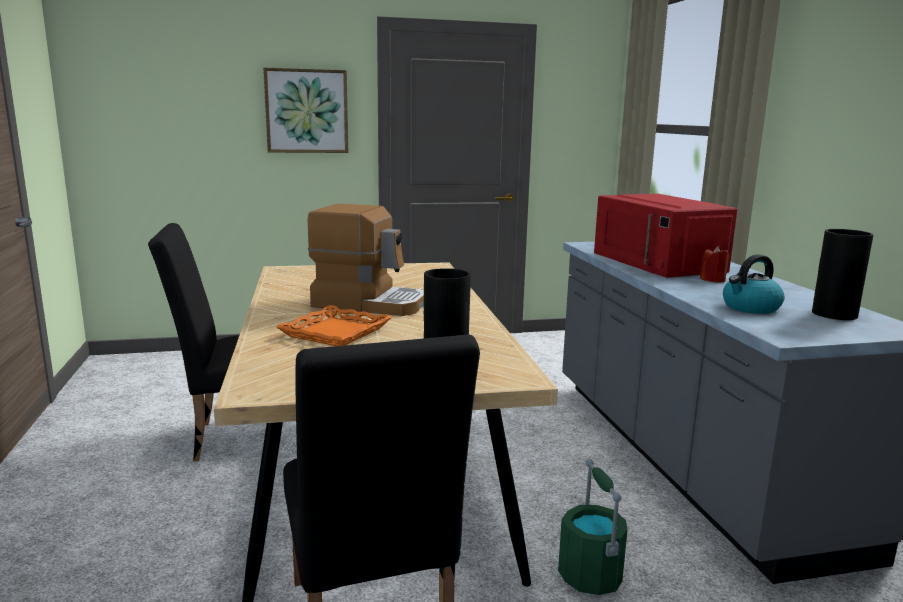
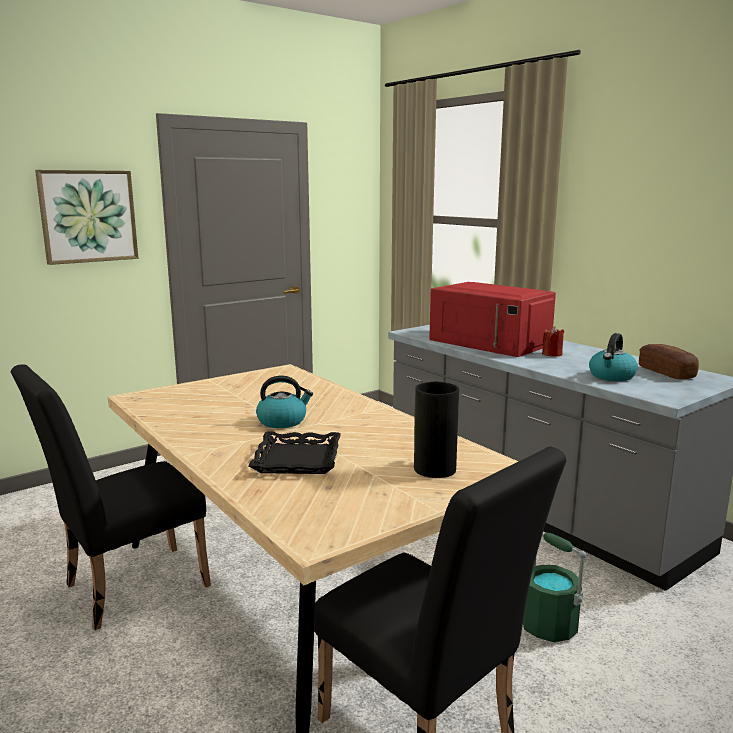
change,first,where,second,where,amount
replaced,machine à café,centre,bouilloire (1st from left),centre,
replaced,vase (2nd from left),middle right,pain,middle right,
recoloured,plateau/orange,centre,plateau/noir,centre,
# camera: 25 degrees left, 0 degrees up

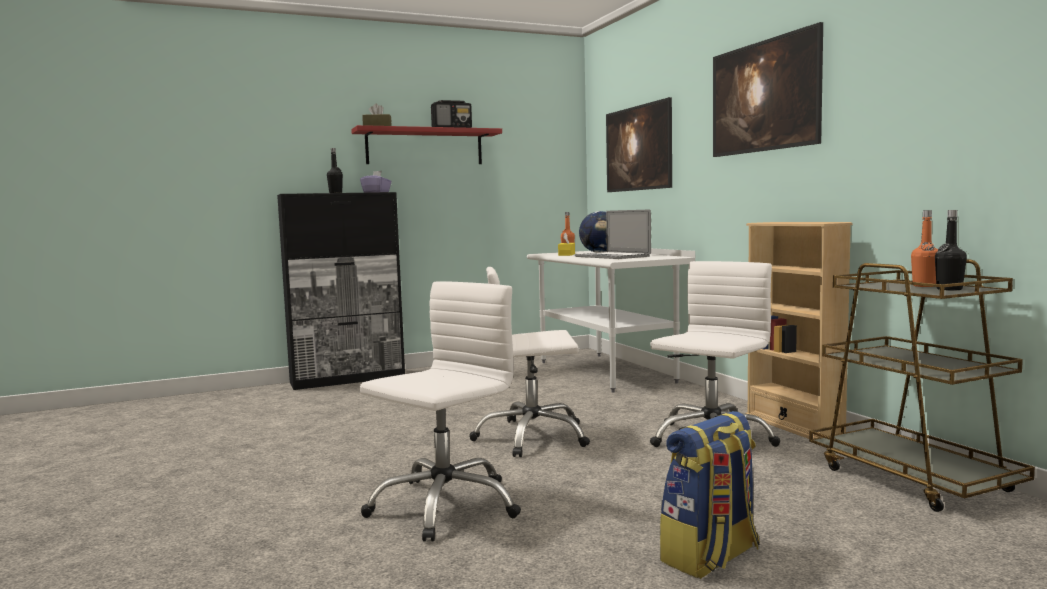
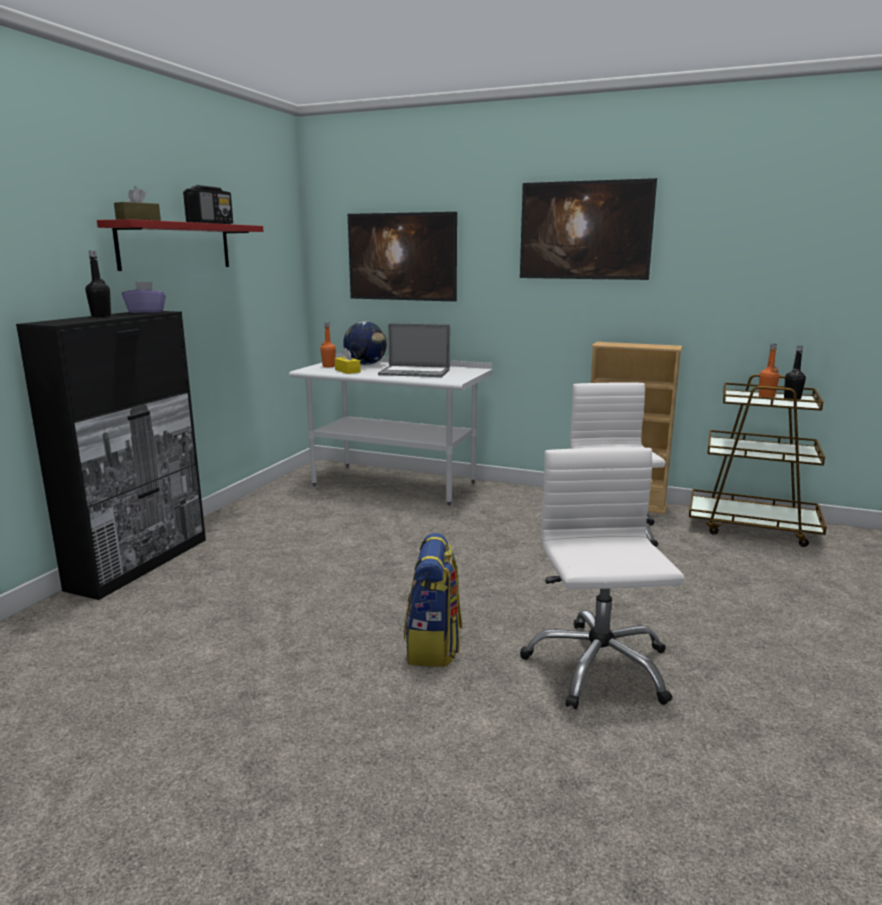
change,first,where,second,where,amount
removed,chaise de bureau/blanc (2nd from left),centre,,,
moved,sac à dos,bottom right,,centre,
# camera: 45 degrees left, 10 degrees up

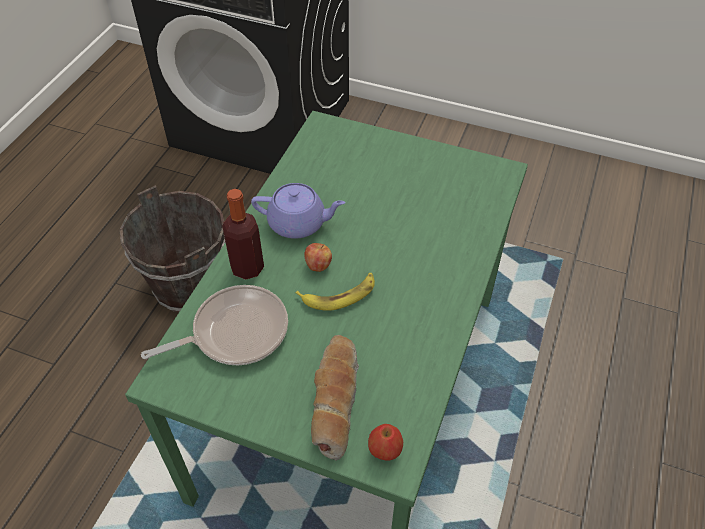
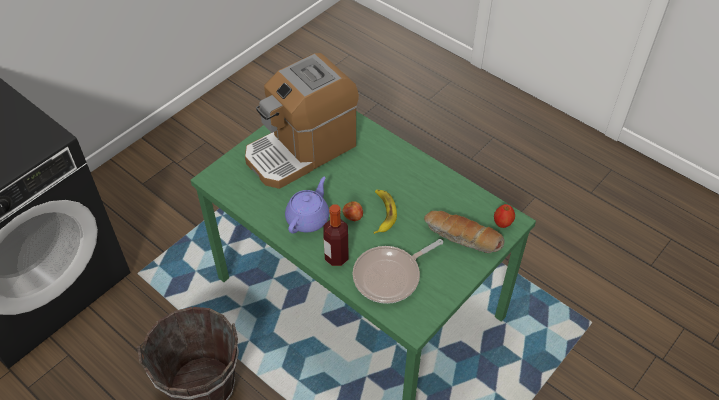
change,first,where,second,where,amount
added,,,machine à café,top centre,
turned,poêle,middle left,,bottom centre,120 degrees counterclockwise
# camera: 70 degrees left, 0 degrees up

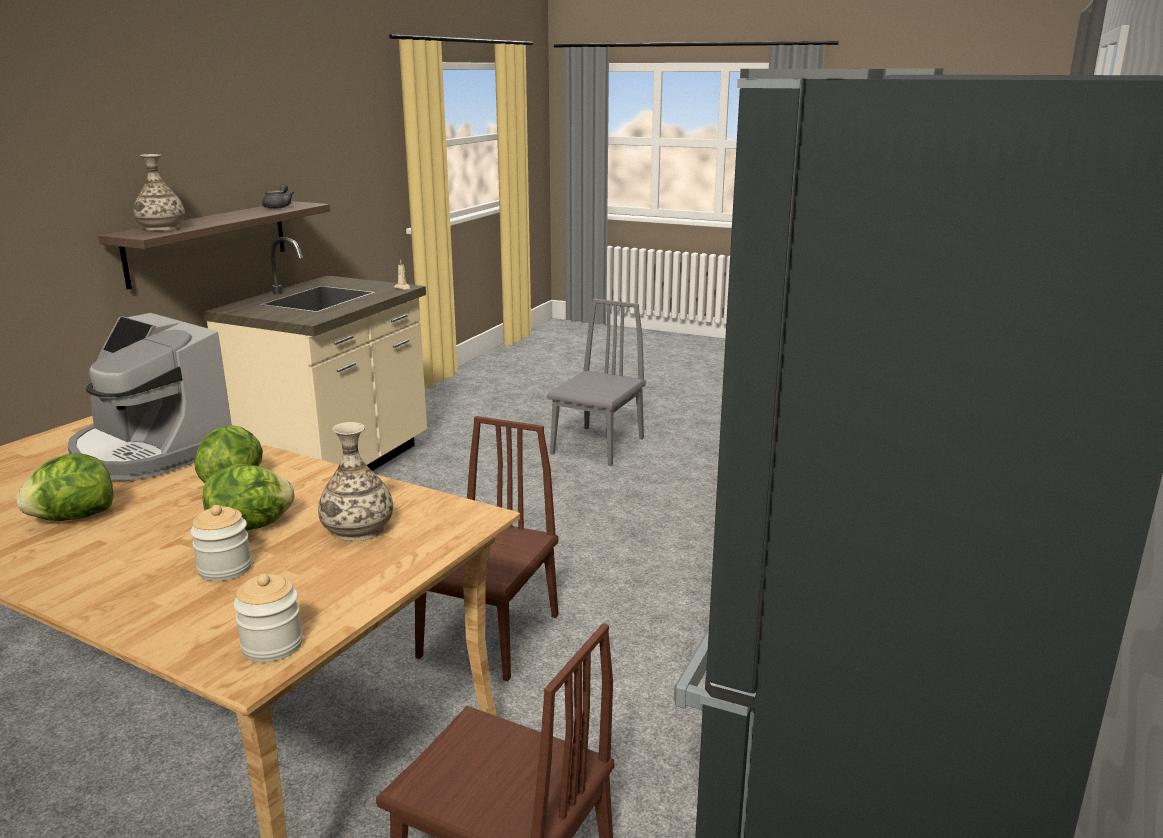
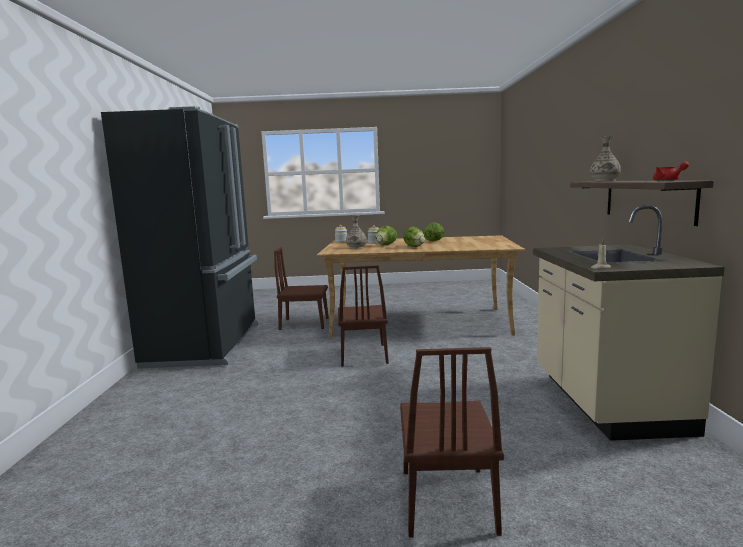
change,first,where,second,where,amount
removed,machine à café,middle left,,,
recoloured,théière/gris,top left,théière/rouge,top right,
recoloured,chaise/gris,centre,chaise/marron (3rd from left),bottom centre,
# camera: 155 degrees right, 10 degrees down

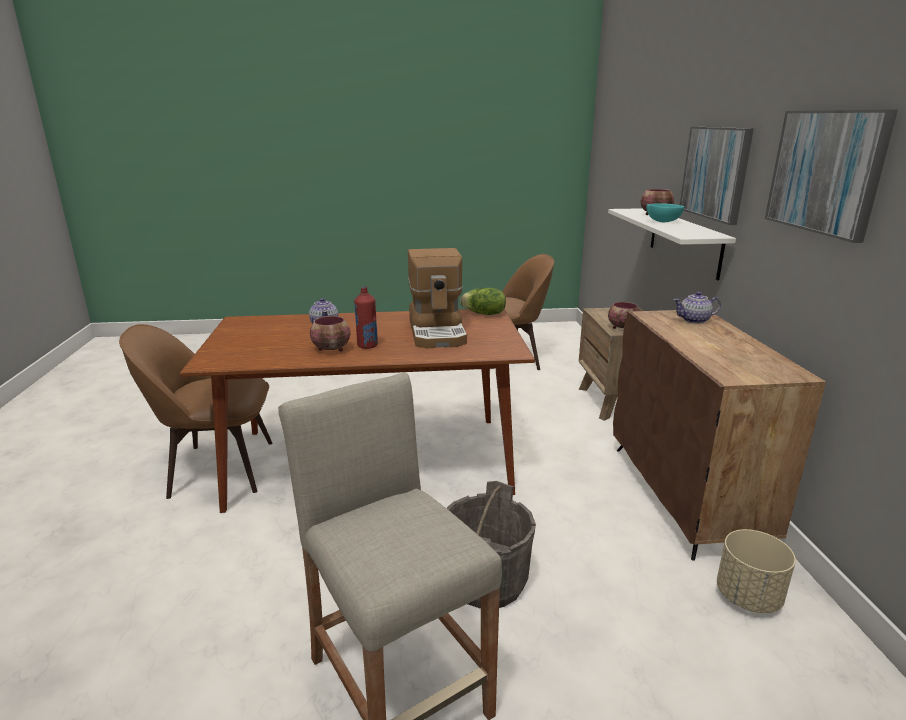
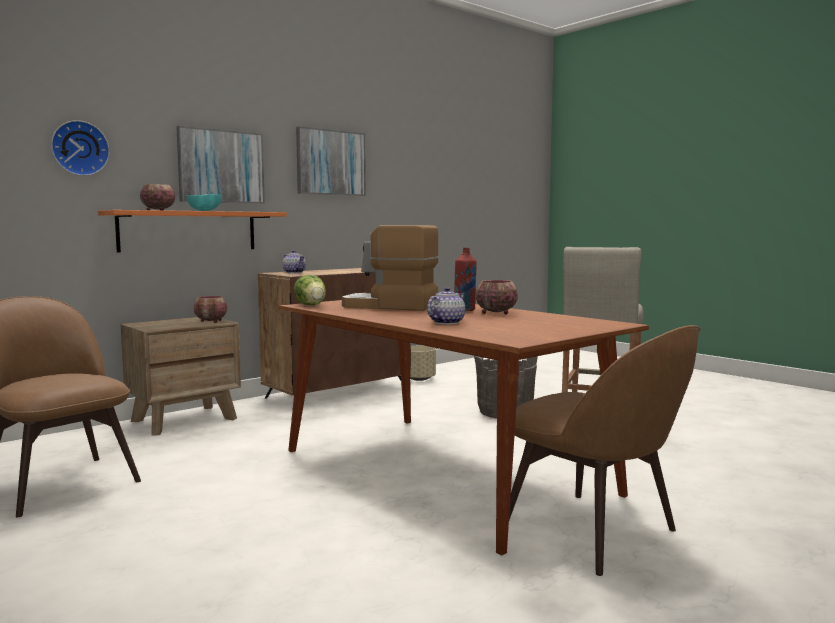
change,first,where,second,where,amount
added,,,horloge murale,top left,
recoloured,étagère/blanc,middle right,étagère/orange,middle left,
turned,machine à café,centre,,centre,120 degrees counterclockwise
# camera: 125 degrees left, 15 degrees down

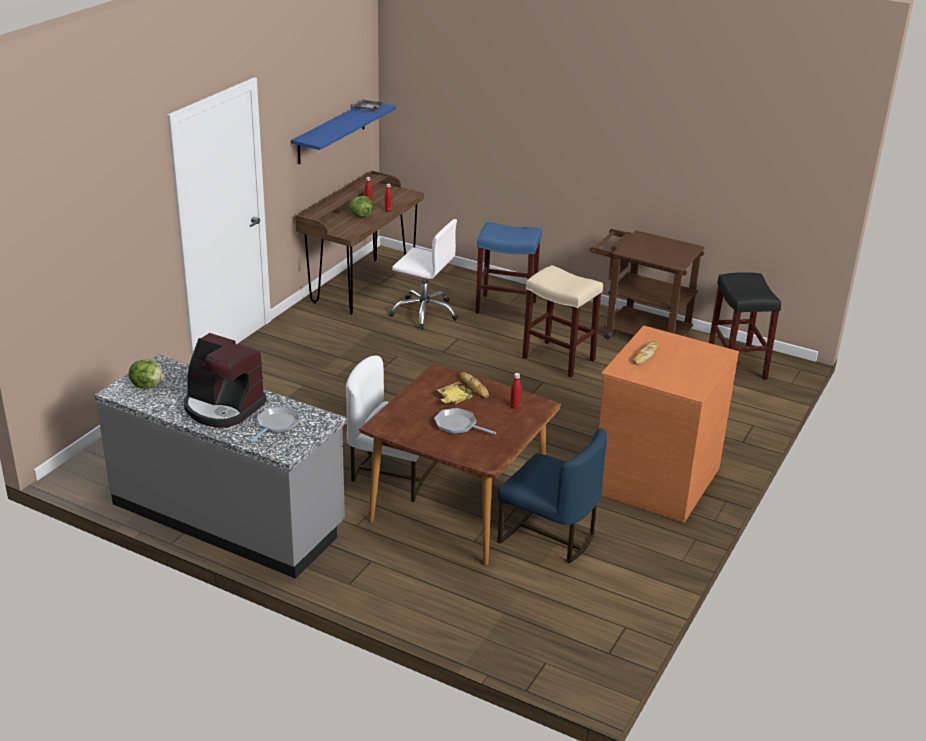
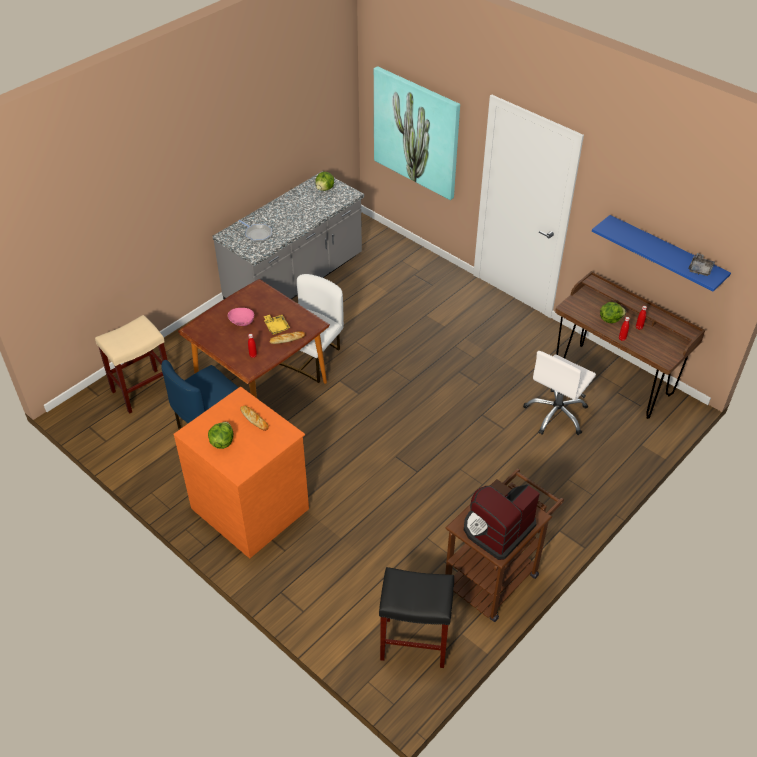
change,first,where,second,where,amount
removed,tabouret/bleu,centre,,,
added,,,laitue (1st from left),middle left,
added,,,tableau,top centre,
moved,machine à café,middle left,,bottom centre,
moved,tabouret/beige,centre,,middle left,
replaced,poêle (2nd from left),centre,bol/rose,middle left,
# camera: 105 degrees right, 15 degrees up

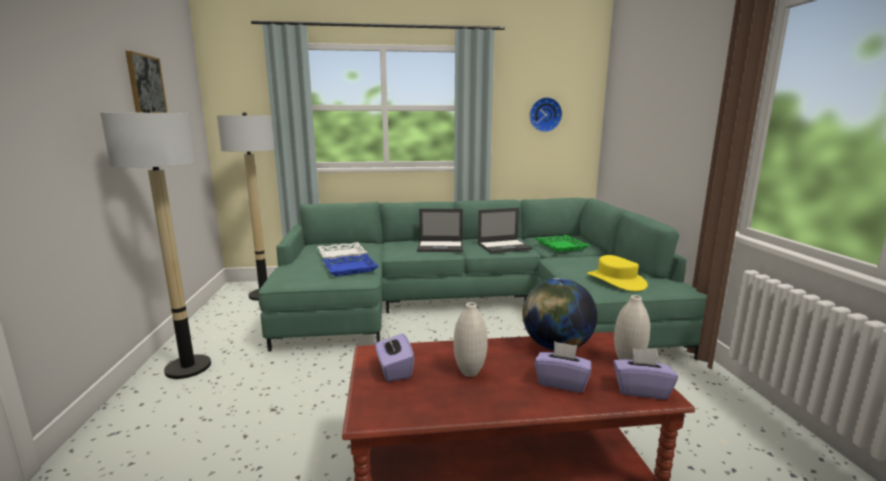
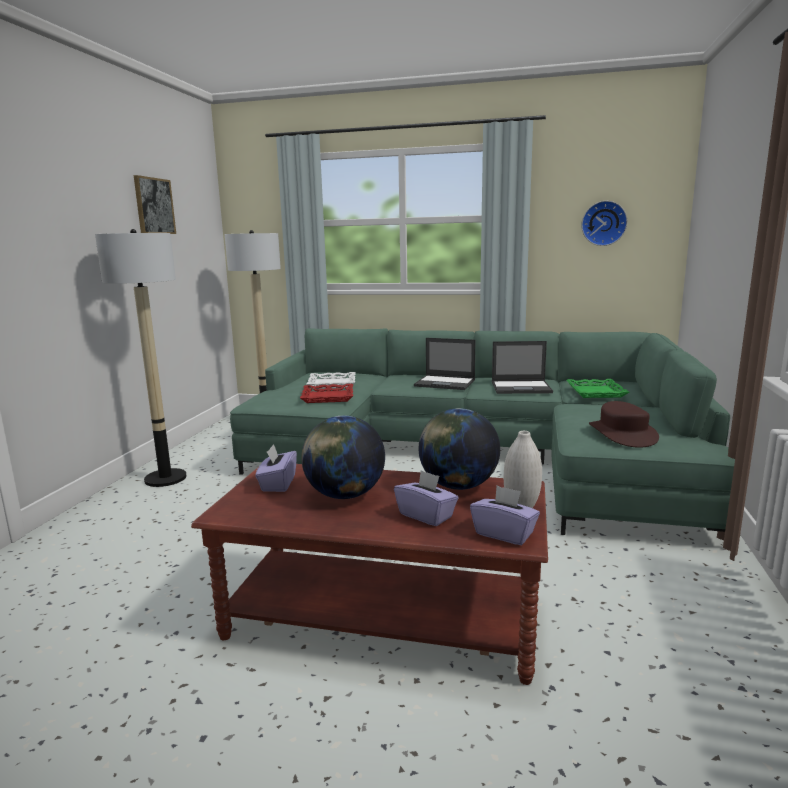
change,first,where,second,where,amount
replaced,vase/blanc (1st from left),bottom centre,globe (1st from left),centre,
recoloured,plateau/bleu,centre,plateau/rouge,centre,
recoloured,chapeau/jaune,middle right,chapeau/marron,middle right,
# camera: 20 degrees right, 0 degrees up

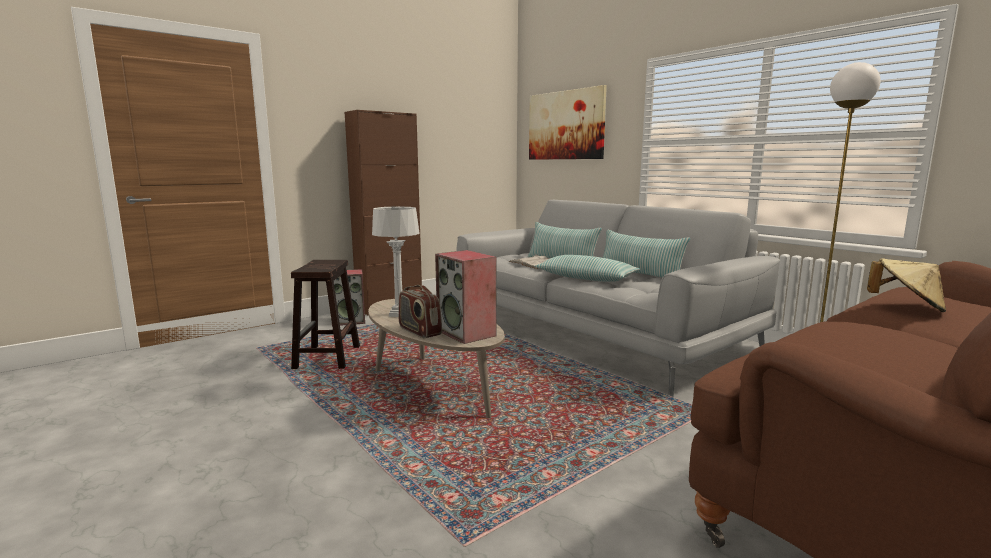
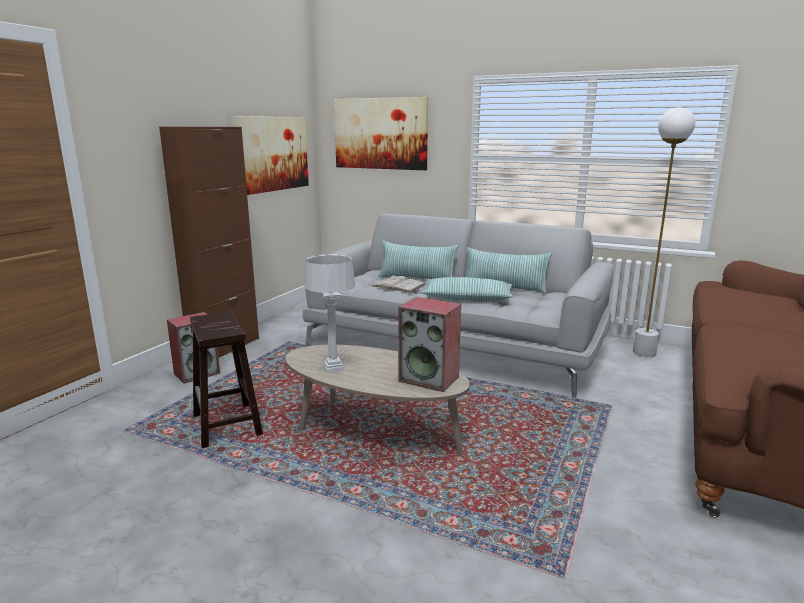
change,first,where,second,where,amount
removed,radio,centre,,,
removed,chapeau/beige,middle right,,,
added,,,tableau (1st from left),top centre,
# camera: 25 degrees left, 5 degrees up

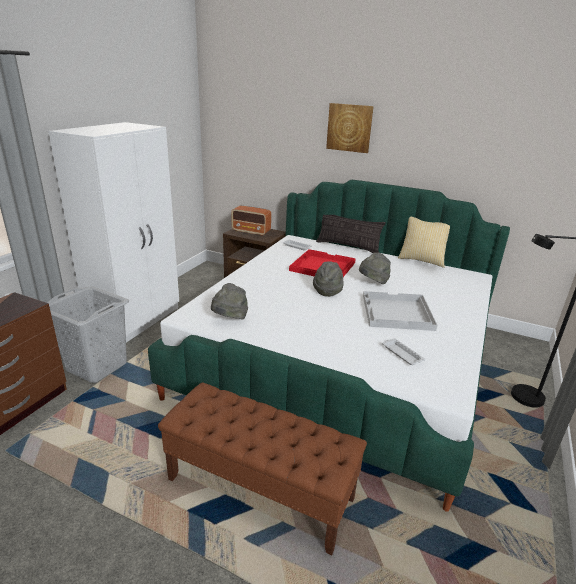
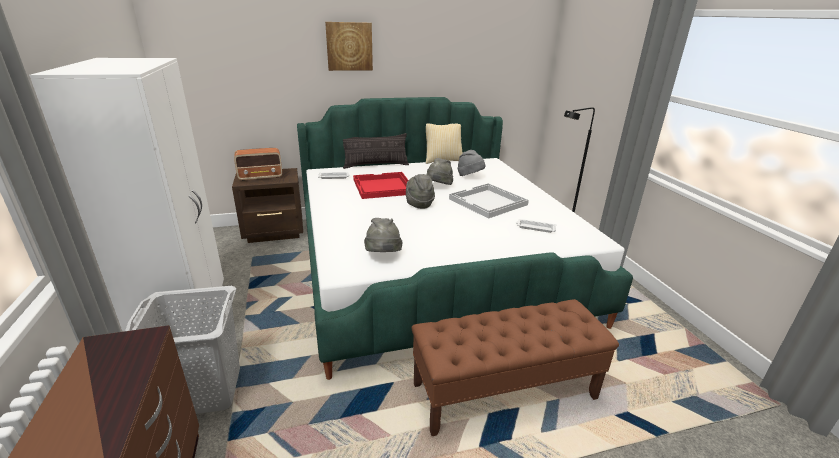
change,first,where,second,where,amount
added,,,chapeau/gris (4th from left),centre,
# camera: 40 degrees left, 0 degrees up

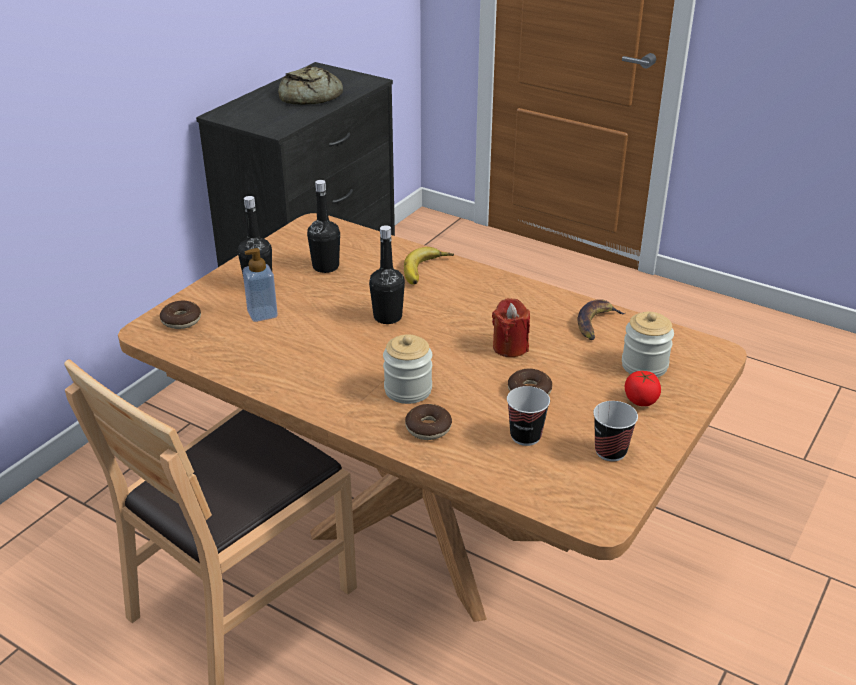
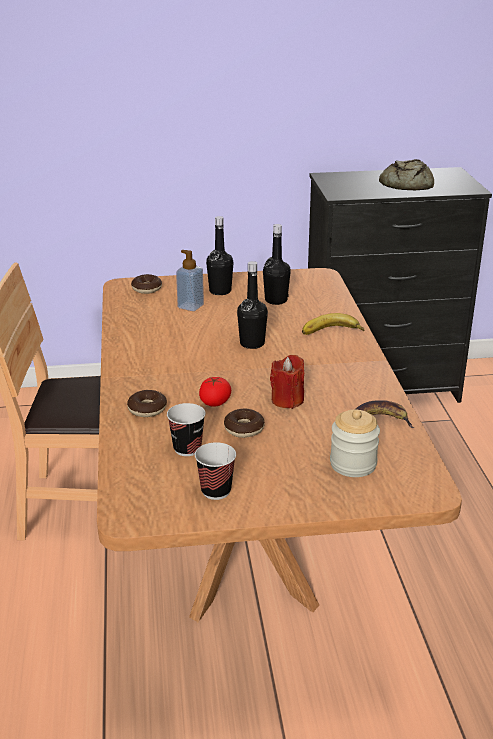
change,first,where,second,where,amount
removed,bocal (1st from left),centre,,,
moved,tomate,middle right,,centre,
# camera: 50 degrees right, 5 degrees down

